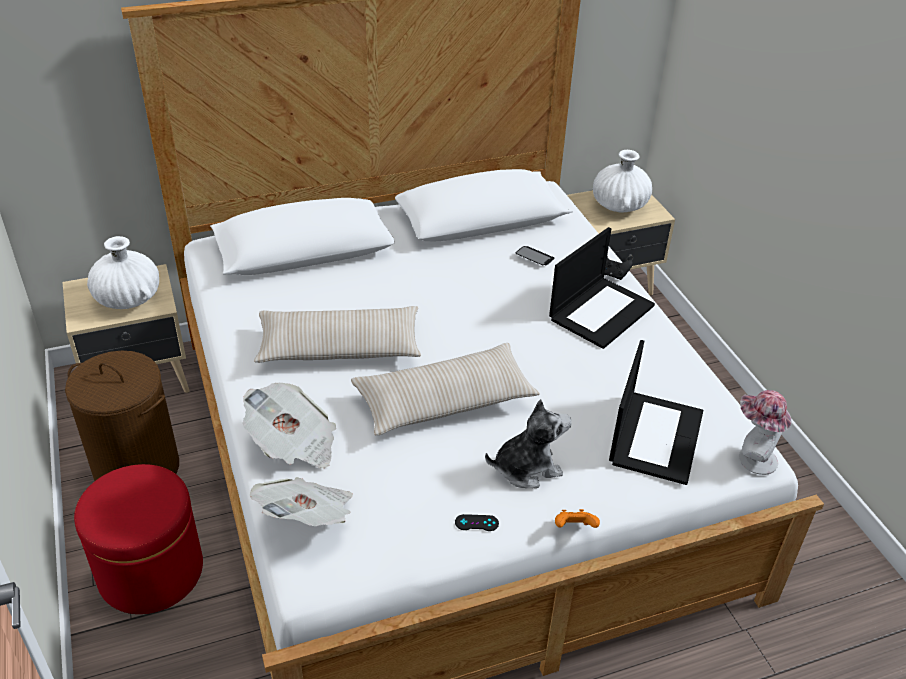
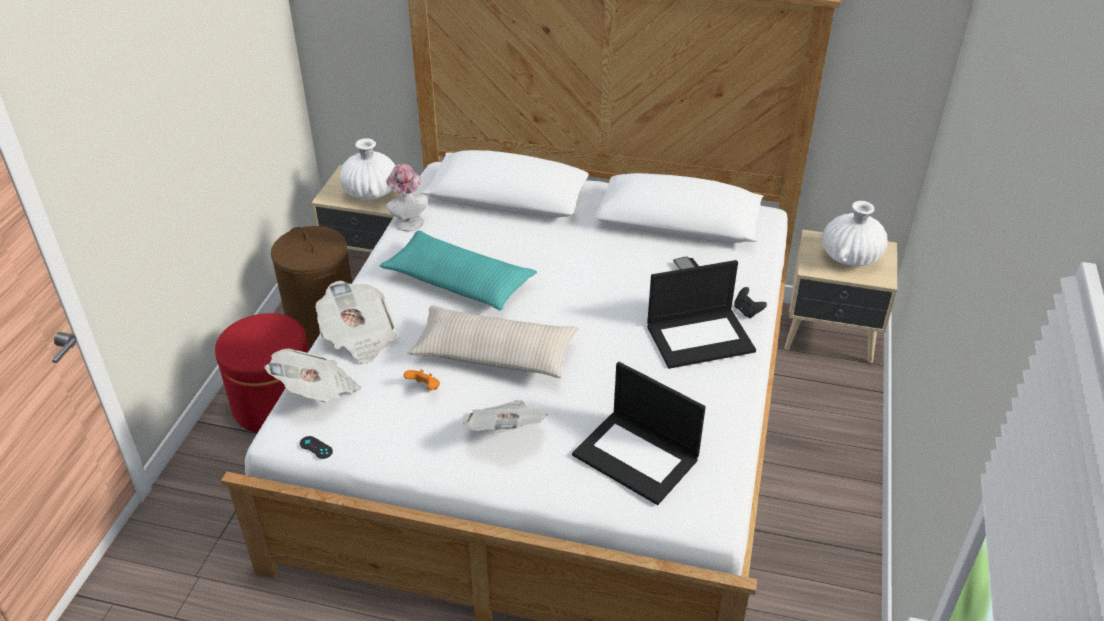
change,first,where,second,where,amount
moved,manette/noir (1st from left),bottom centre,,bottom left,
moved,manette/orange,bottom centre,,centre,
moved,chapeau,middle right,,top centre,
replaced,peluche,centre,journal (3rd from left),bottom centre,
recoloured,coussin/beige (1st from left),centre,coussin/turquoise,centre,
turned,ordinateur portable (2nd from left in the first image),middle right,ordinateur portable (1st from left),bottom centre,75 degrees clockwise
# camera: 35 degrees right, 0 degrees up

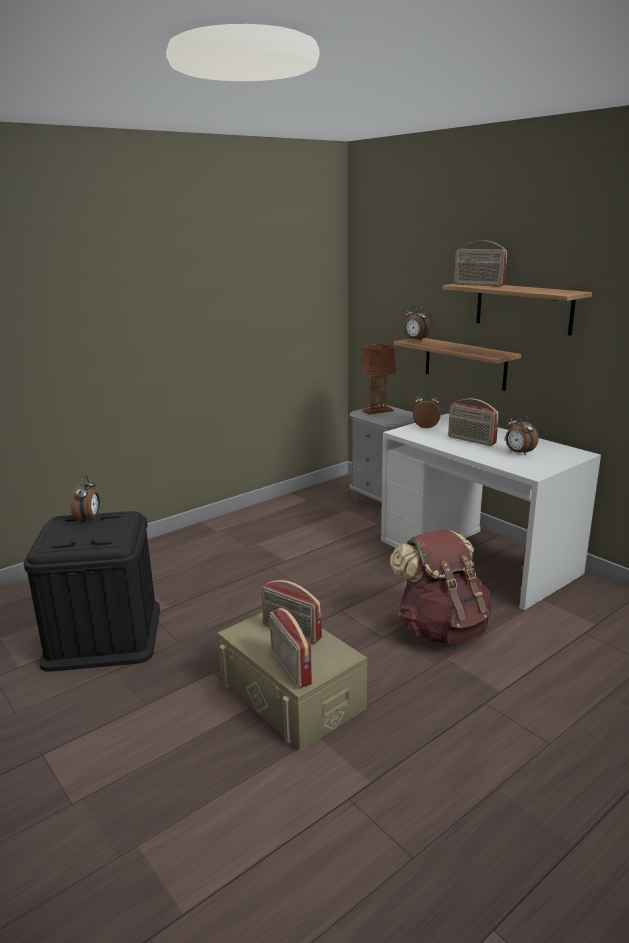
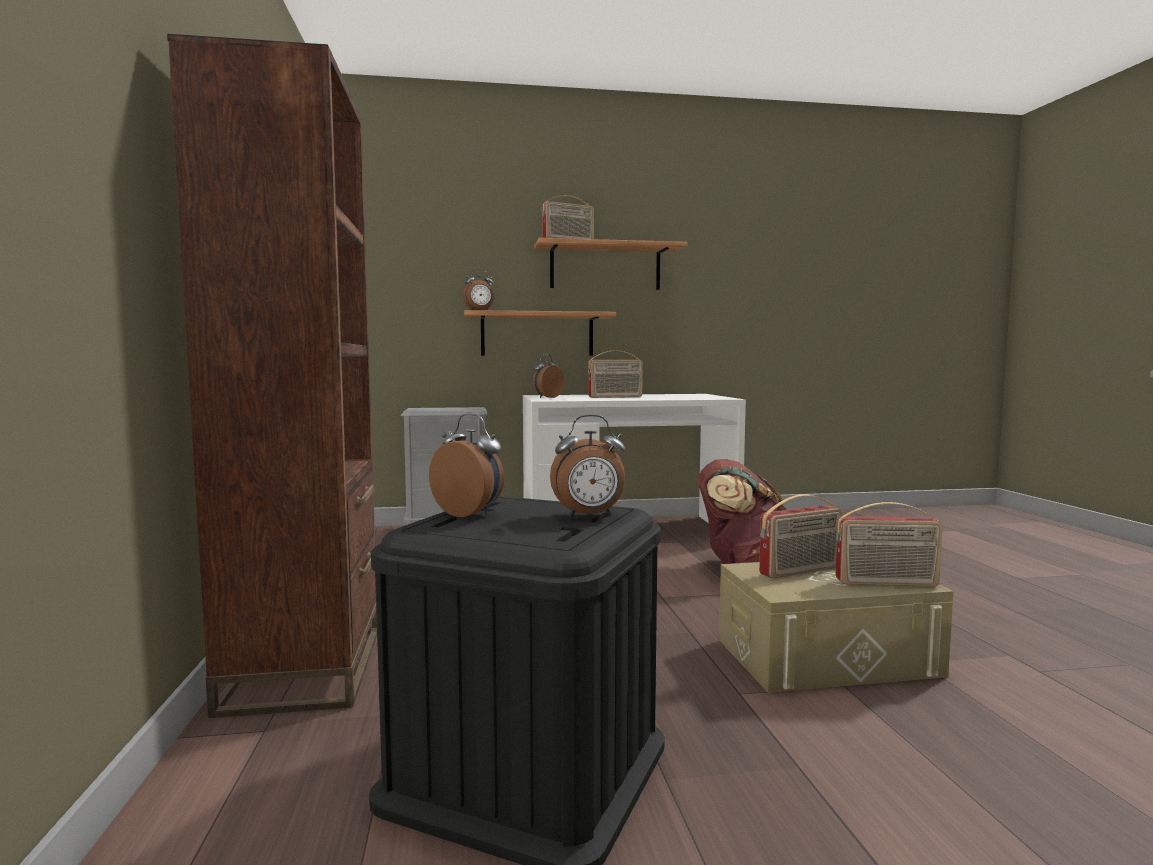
change,first,where,second,where,amount
removed,lampe de table/marron,centre,,,
added,,,bibliothèque/marron,middle left,
moved,réveil (4th from left),middle right,,centre,
# camera: 60 degrees left, 15 degrees down

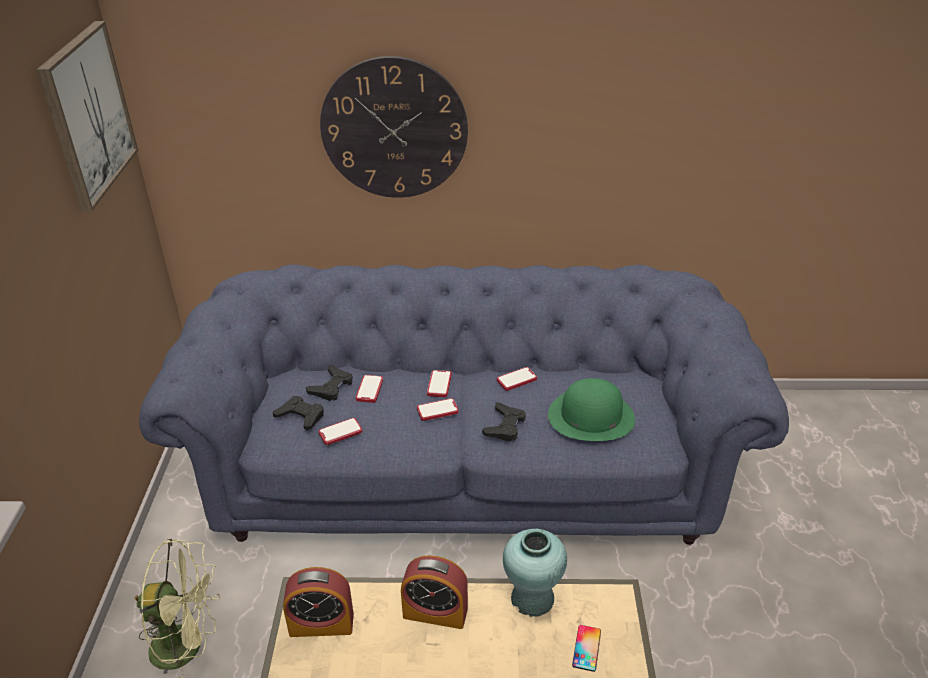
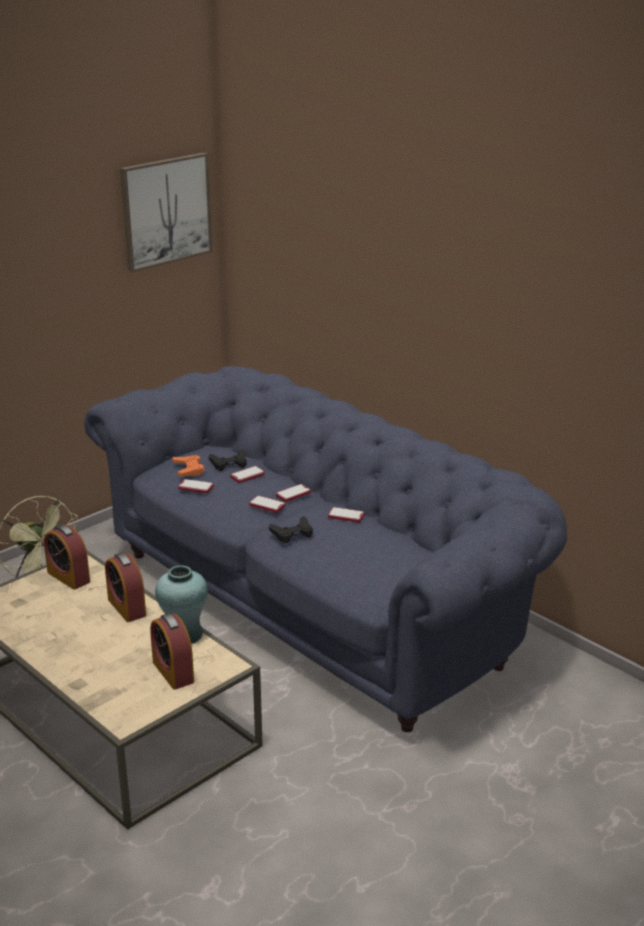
change,first,where,second,where,amount
removed,horloge murale,top centre,,,
removed,chapeau/vert,centre,,,
replaced,téléphone (6th from left),bottom centre,réveil (3rd from left),bottom left,
recoloured,manette/noir (1st from left),middle left,manette/orange,middle left,
# camera: 45 degrees right, 10 degrees down

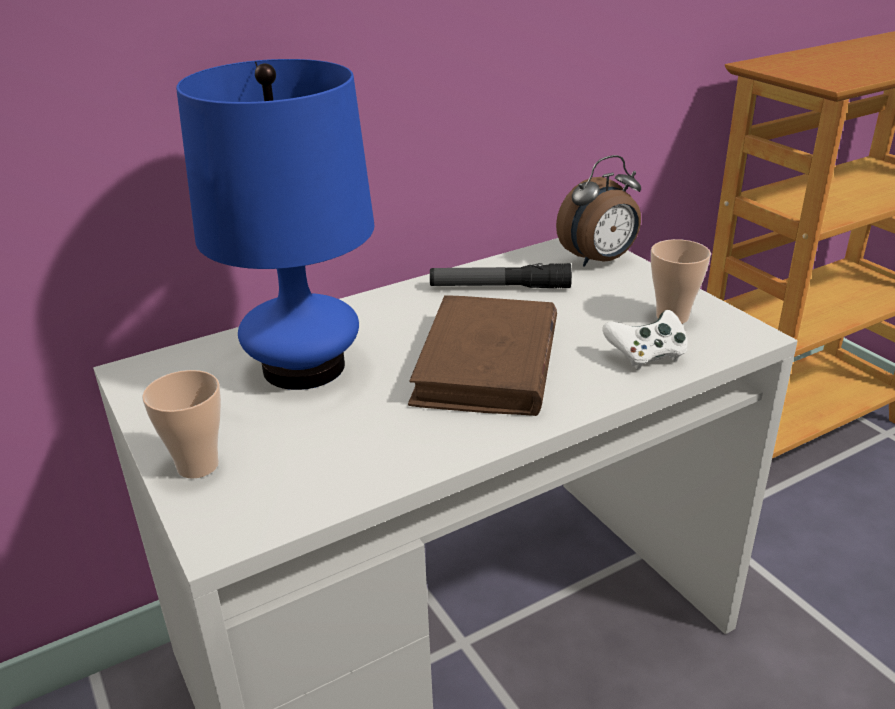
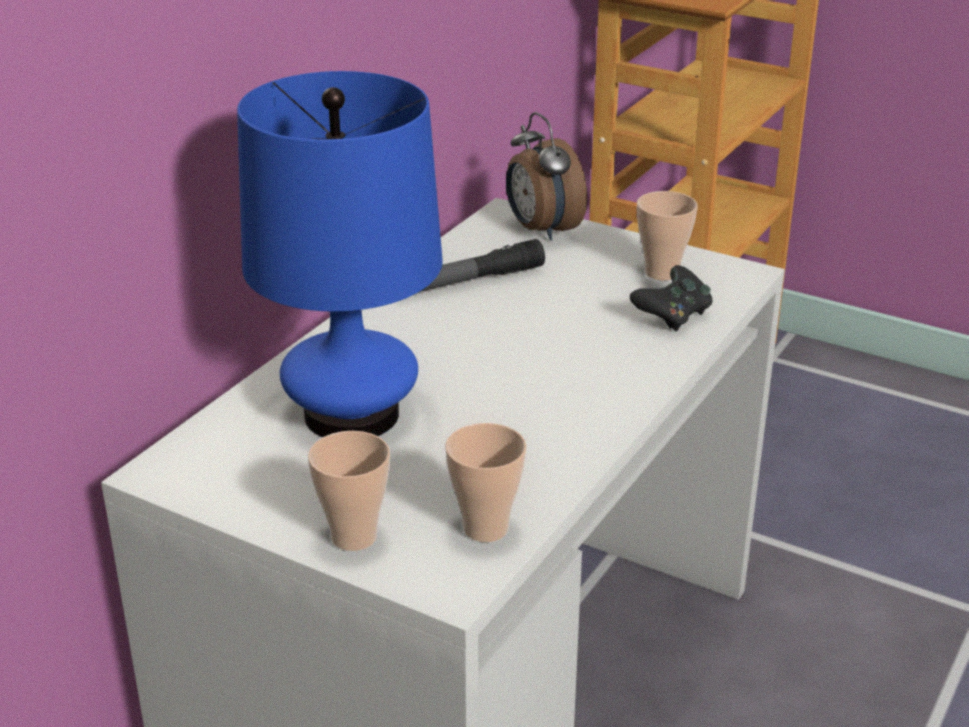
change,first,where,second,where,amount
removed,livre/marron,centre,,,
added,,,tasse (2nd from left),centre,
recoloured,manette/blanc,middle right,manette/noir,middle right,
turned,réveil,top right,,top centre,120 degrees clockwise
# camera: 30 degrees left, 0 degrees up

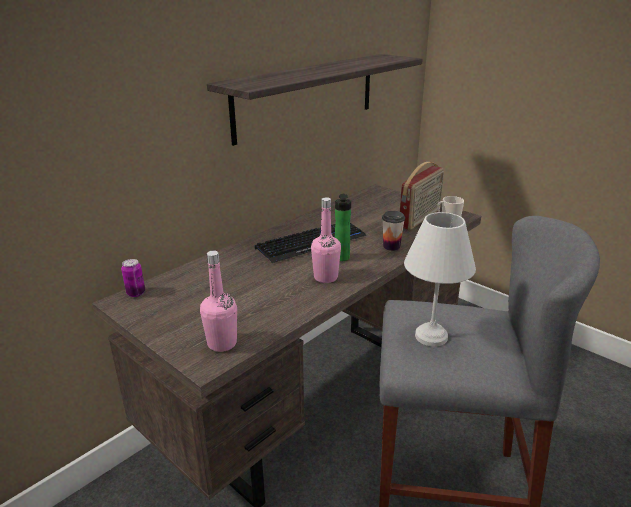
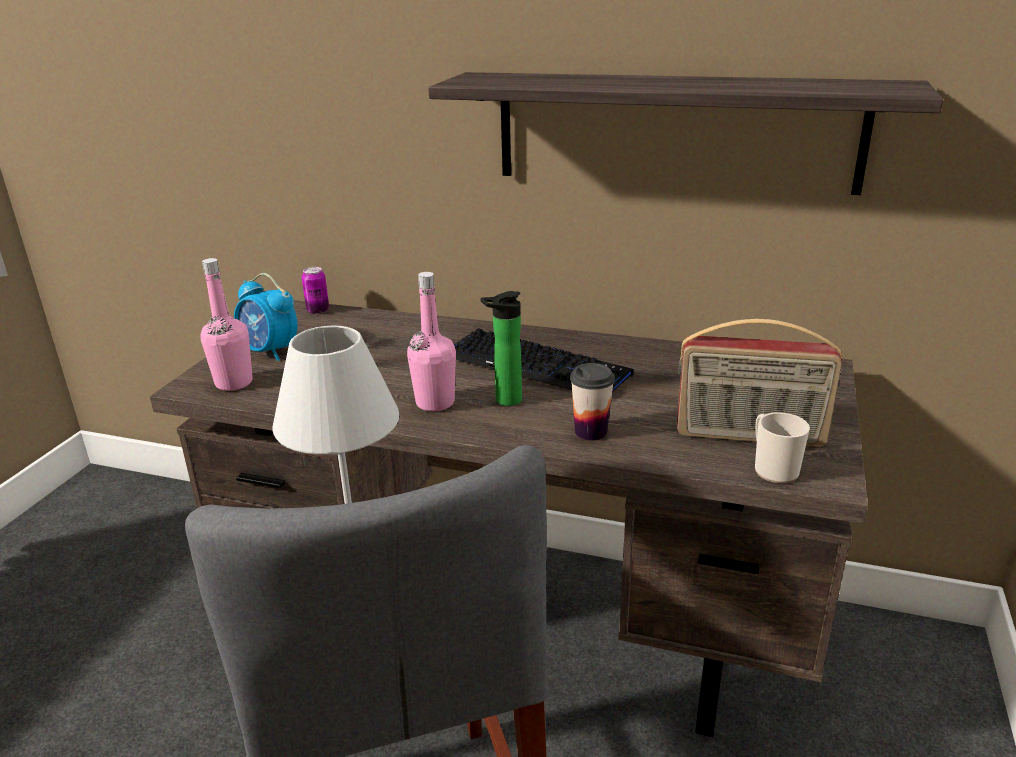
change,first,where,second,where,amount
added,,,réveil,middle left,
# camera: 65 degrees right, 0 degrees up

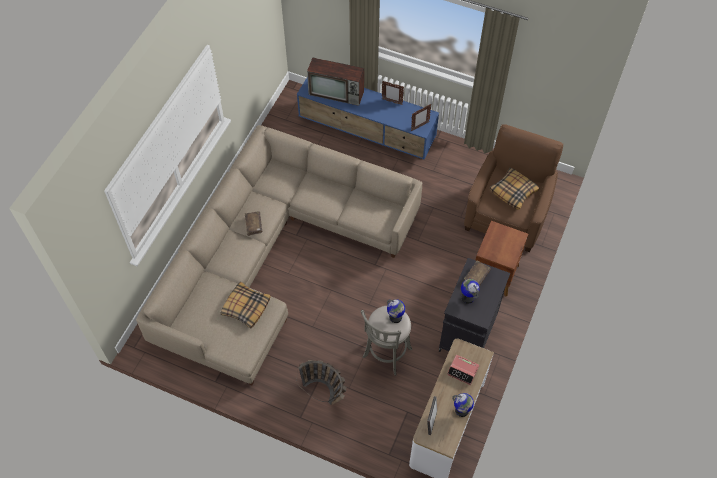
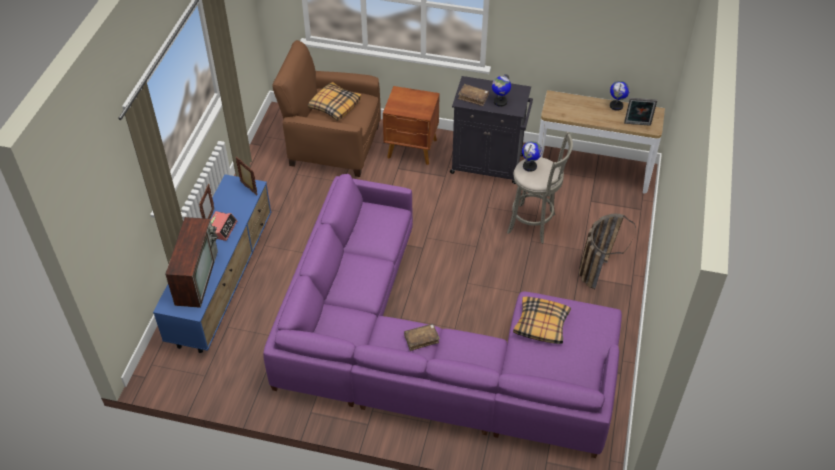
change,first,where,second,where,amount
moved,réveil,bottom centre,,middle left,
recoloured,canapé/beige,centre,canapé/violet,bottom centre,
# camera: 100 degrees left, 10 degrees down

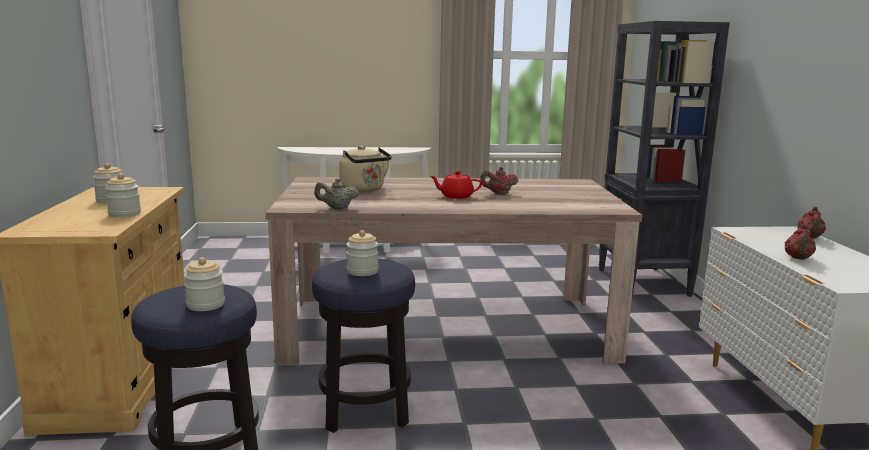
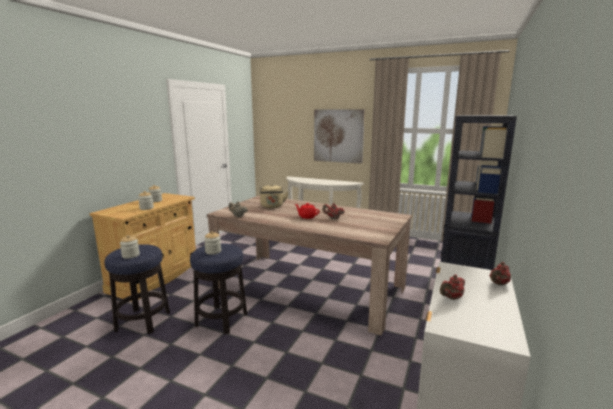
change,first,where,second,where,amount
added,,,tableau,top centre,
# camera: 30 degrees right, 0 degrees up

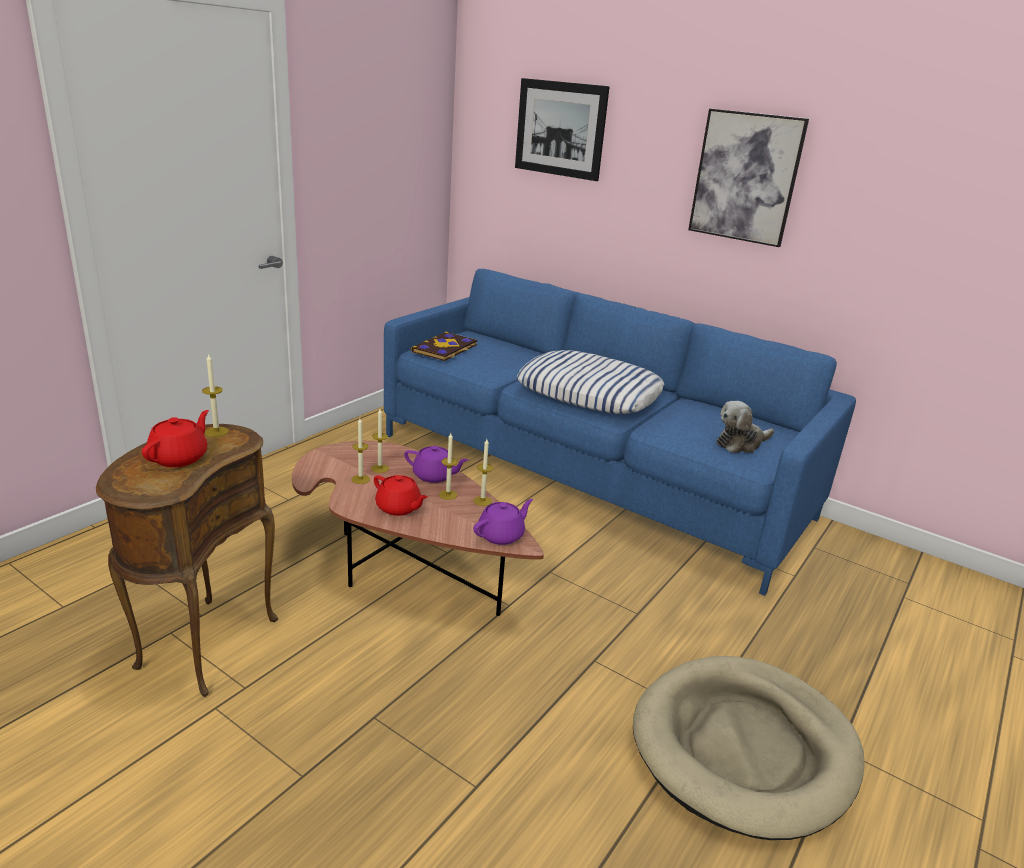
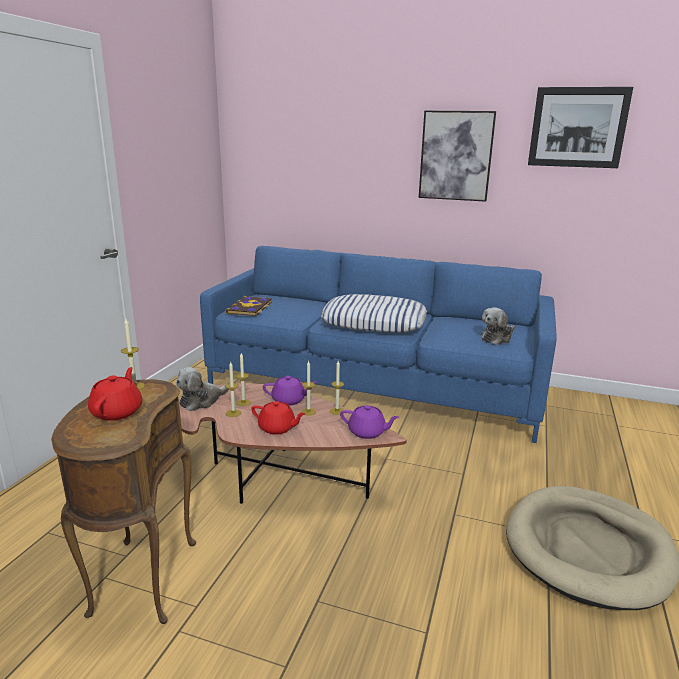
change,first,where,second,where,amount
added,,,peluche (1st from left),middle left,
moved,tableau (1st from left in the first image),top centre,tableau (2nd from left),top right,
turned,théière/violet (2nd from left),centre,,centre,75 degrees clockwise
# camera: 15 degrees left, 5 degrees down

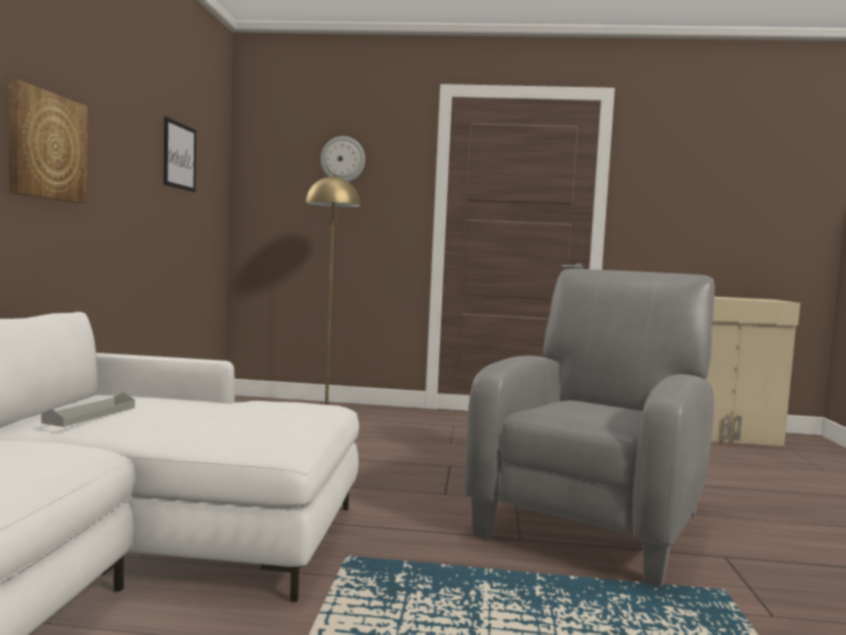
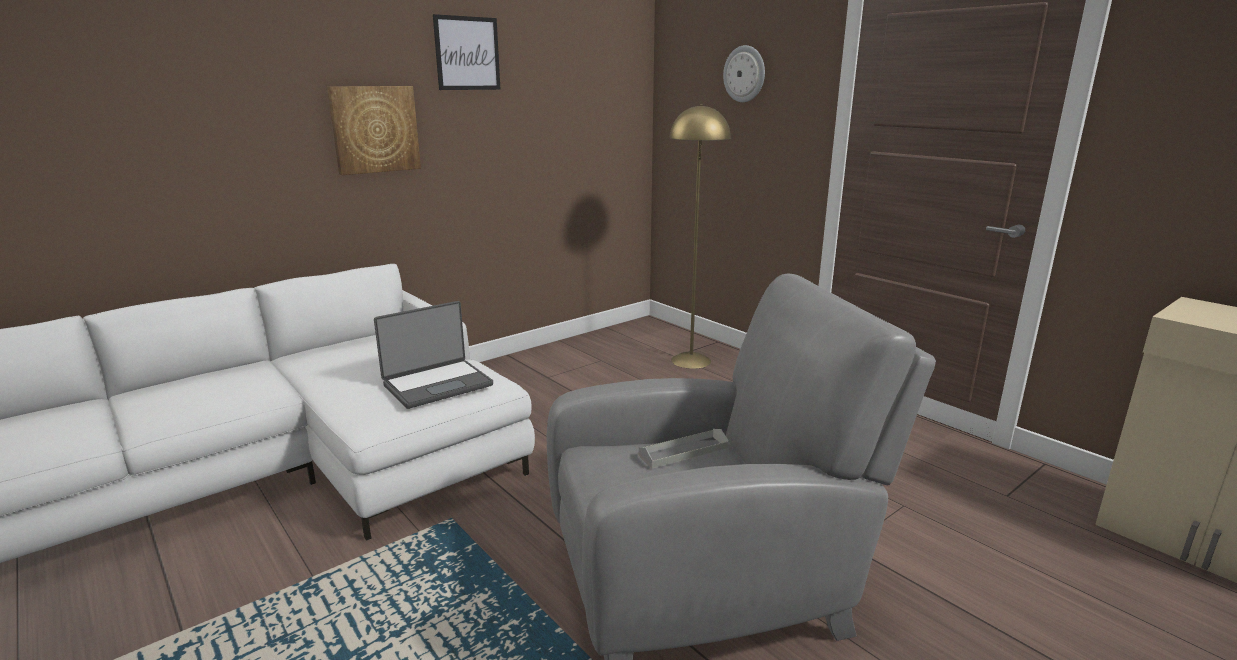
change,first,where,second,where,amount
added,,,ordinateur portable,centre,
moved,plateau/gris,middle left,,bottom centre,
moved,tableau (2nd from left),top left,,top centre,
# camera: 45 degrees right, 15 degrees up

